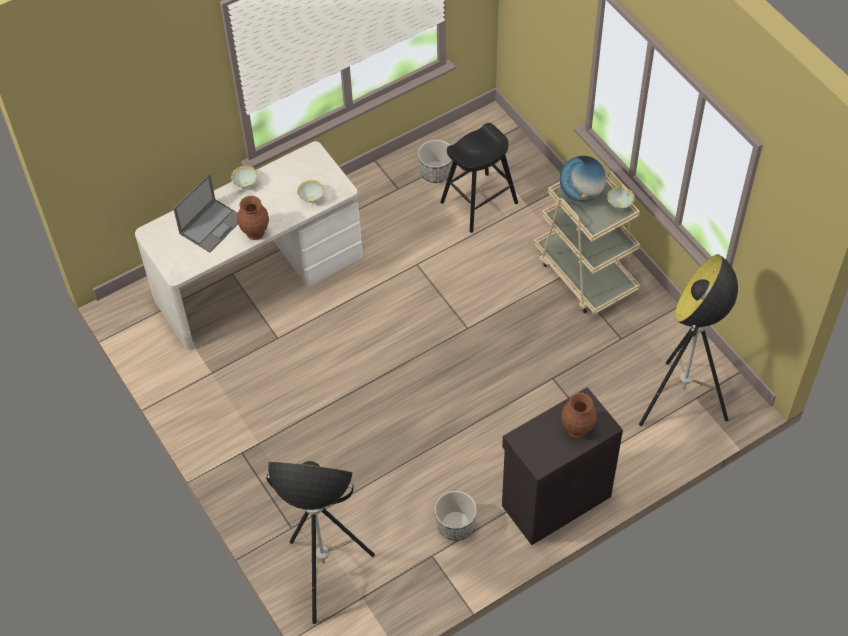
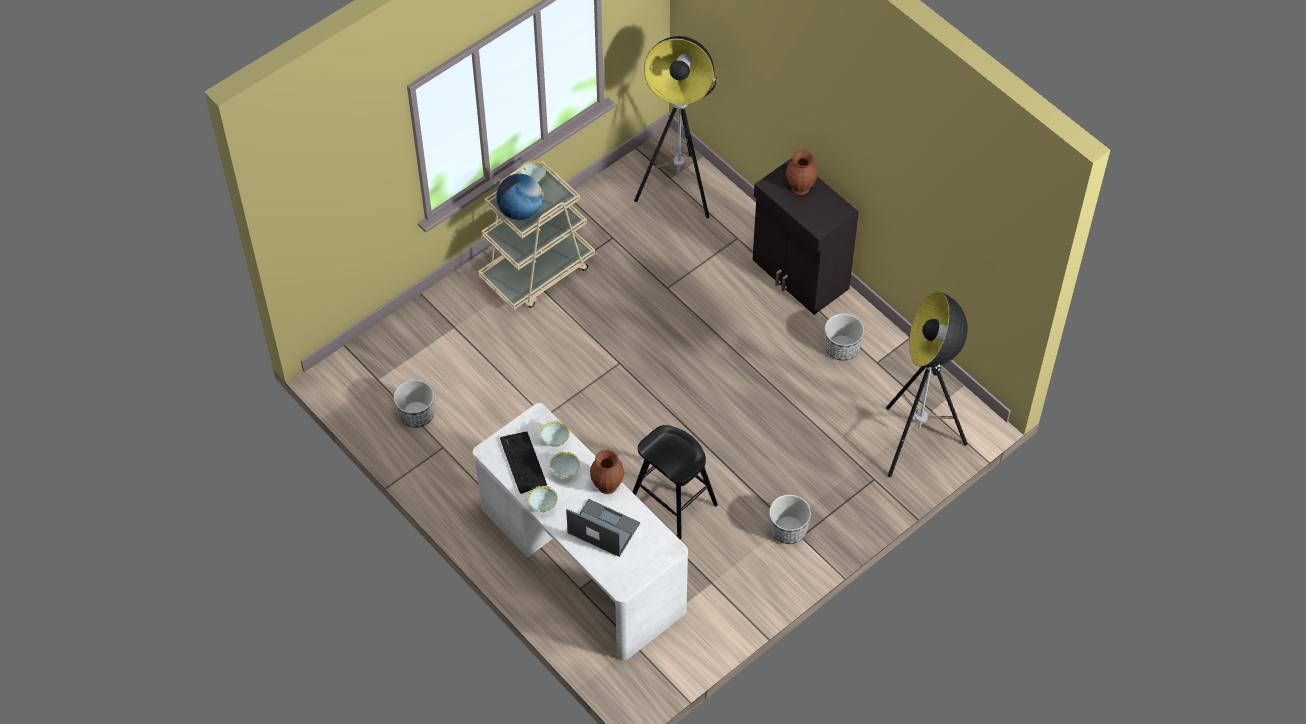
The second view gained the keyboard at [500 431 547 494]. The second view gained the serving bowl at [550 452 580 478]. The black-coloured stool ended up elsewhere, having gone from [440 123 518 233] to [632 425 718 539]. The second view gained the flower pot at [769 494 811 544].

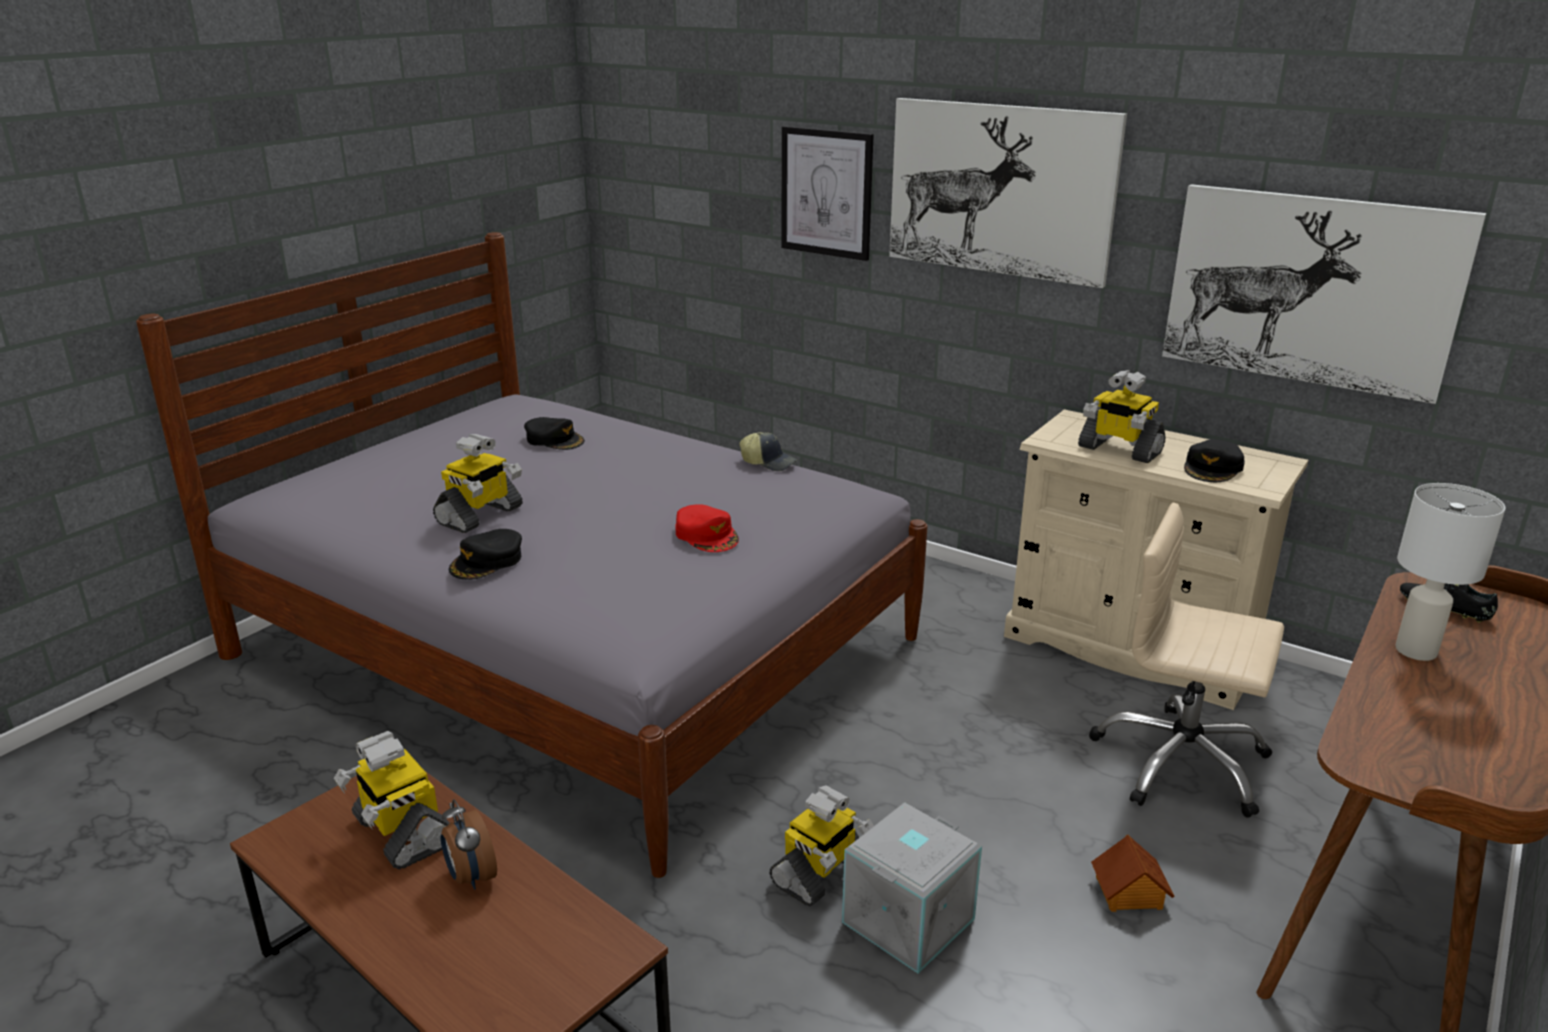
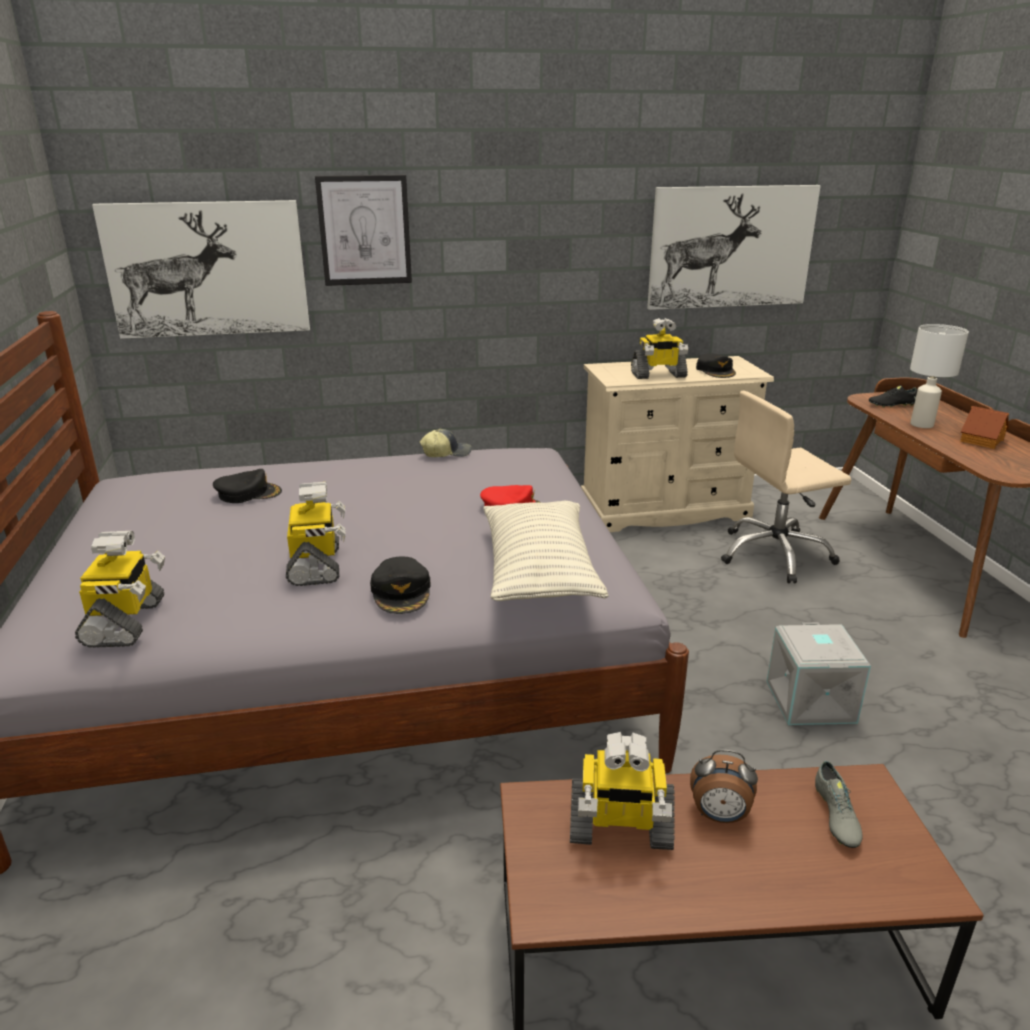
The toy robot ended up elsewhere, having gone from [769 785 874 907] to [75 531 165 648]. The wall art ended up elsewhere, having gone from [889 98 1127 288] to [92 200 310 339]. The second view gained the cushion at [483 501 608 601]. The second view gained the grey shoe at [815 761 863 848]. The toy house ended up elsewhere, having gone from [1091 834 1174 912] to [960 406 1009 449].

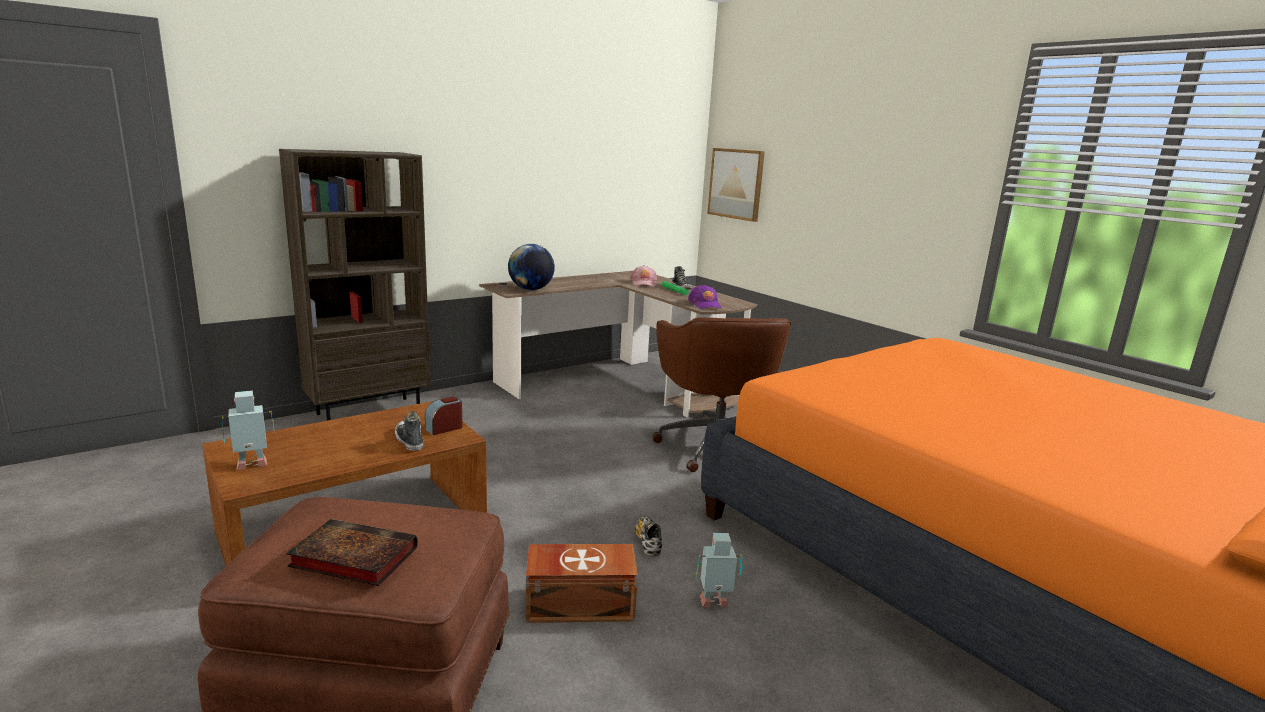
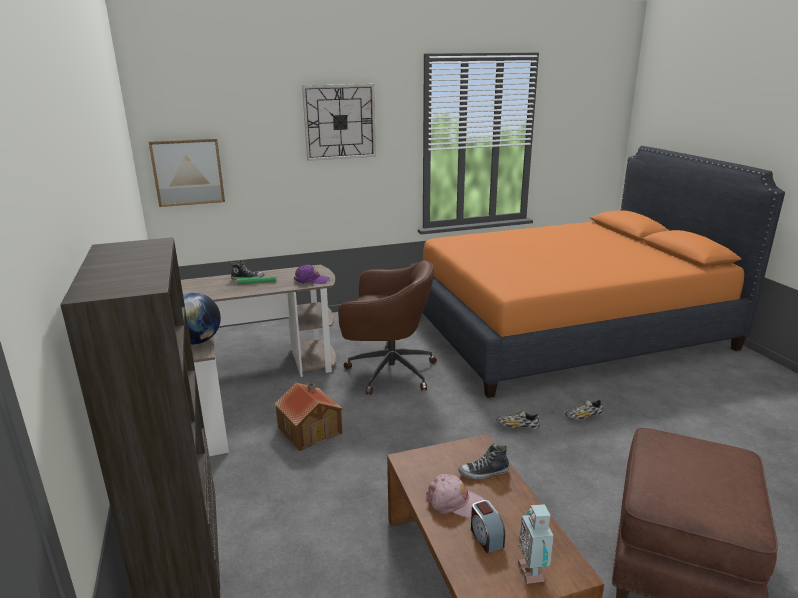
The second view gained the toy house at [275 383 342 451]. The second view gained the clock on the wall at [302 84 376 161]. The pink peaked cap ended up elsewhere, having gone from [630 265 657 286] to [426 474 484 518]. The alarm clock ended up elsewhere, having gone from [425 396 463 435] to [471 500 505 553]. Where the toy robot stood at [696 533 743 607], the shoe came to stand at [565 400 604 420]. The second view lost the bound book at [286 519 418 586]. The second view lost the brownish storage container at [526 544 638 623].

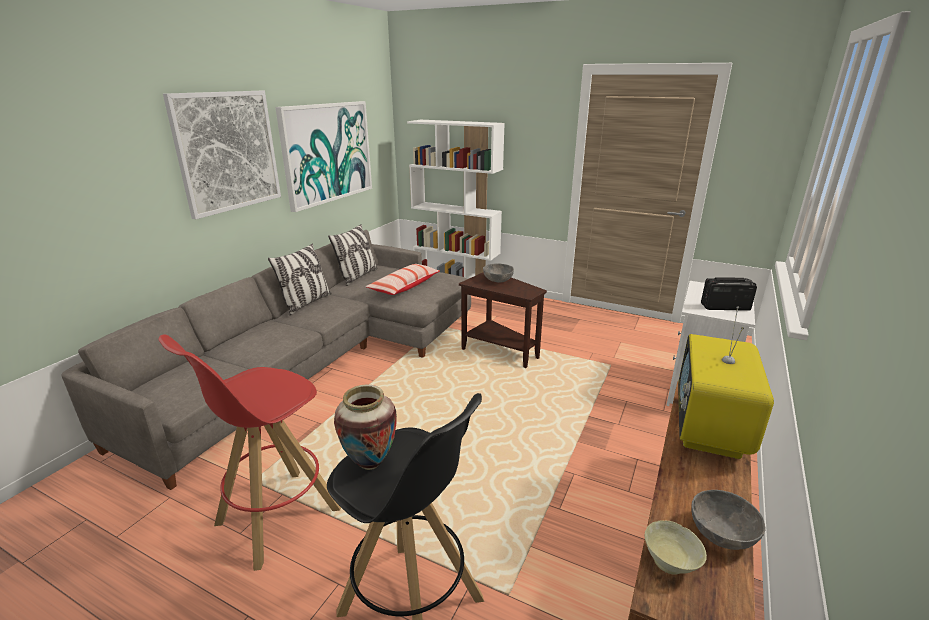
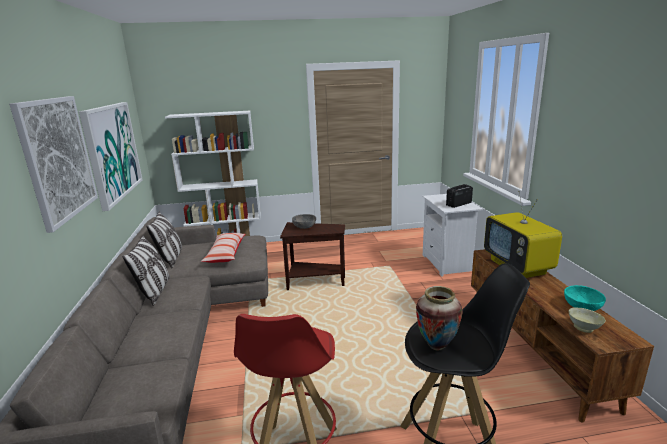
What was the grey serving bowl at [691 490 765 550] turned into the turquoise-coloured serving bowl at [564 285 606 311].

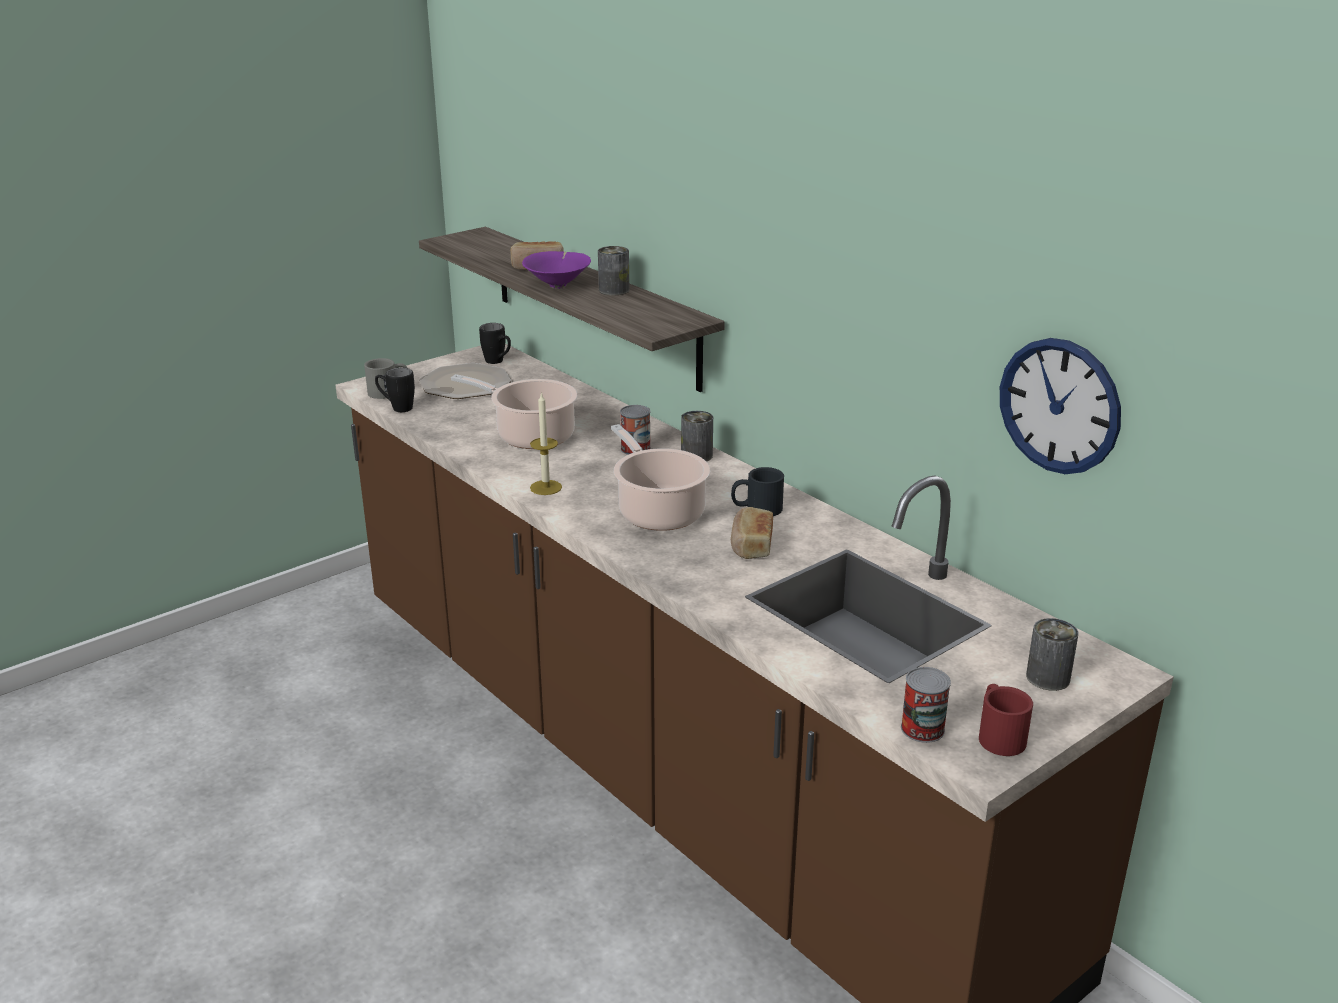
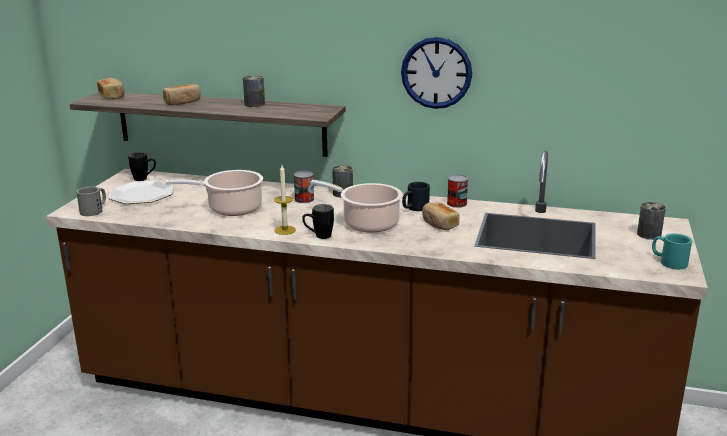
The second view gained the baked bread at [97 78 124 99]. The black-coloured coffee mug ended up elsewhere, having gone from [375 368 415 412] to [302 204 334 239]. The clock on the wall ended up elsewhere, having gone from [1000 338 1121 474] to [401 37 472 109]. The sealed can ended up elsewhere, having gone from [901 667 951 743] to [447 174 468 208]. What was the red coffee mug at [979 684 1033 756] turned into the turquoise-coloured coffee mug at [652 233 692 269]. The second view lost the purplish serving bowl at [522 251 591 289].

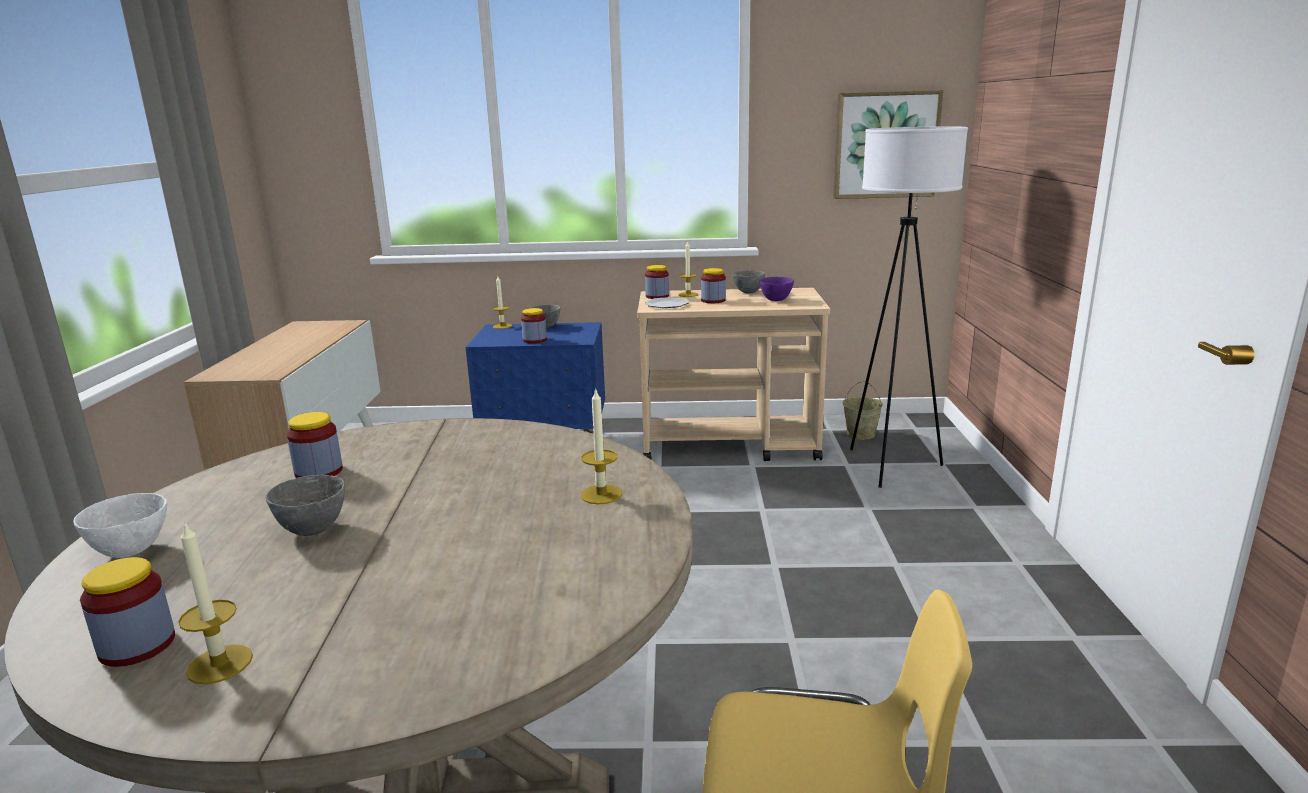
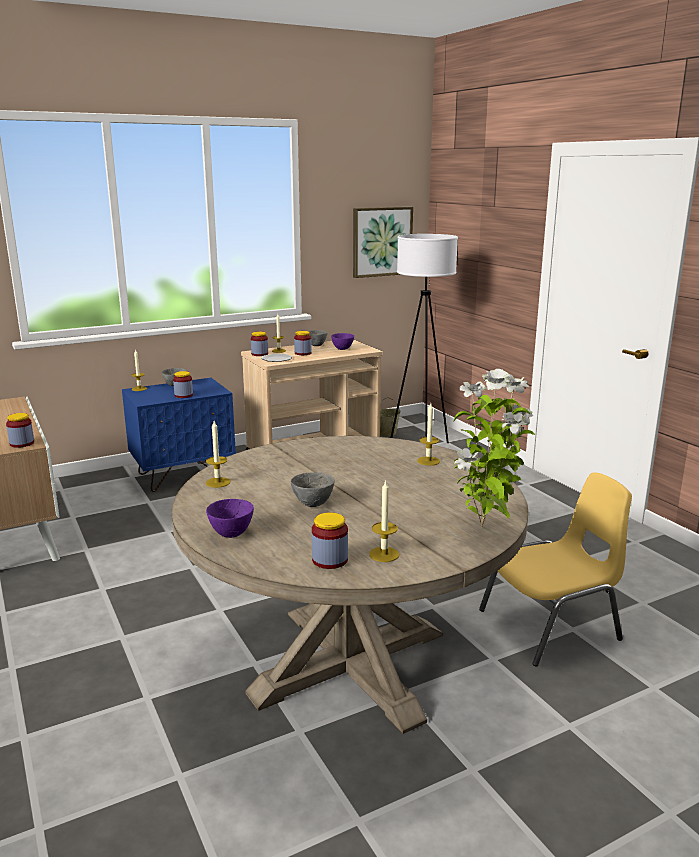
The jar ended up elsewhere, having gone from [287 412 343 478] to [6 413 34 448]. The second view gained the wax light at [206 421 230 488]. What was the whitish serving bowl at [73 493 167 558] turned into the purplish serving bowl at [206 499 254 538]. The second view gained the houseplant at [454 369 535 528].

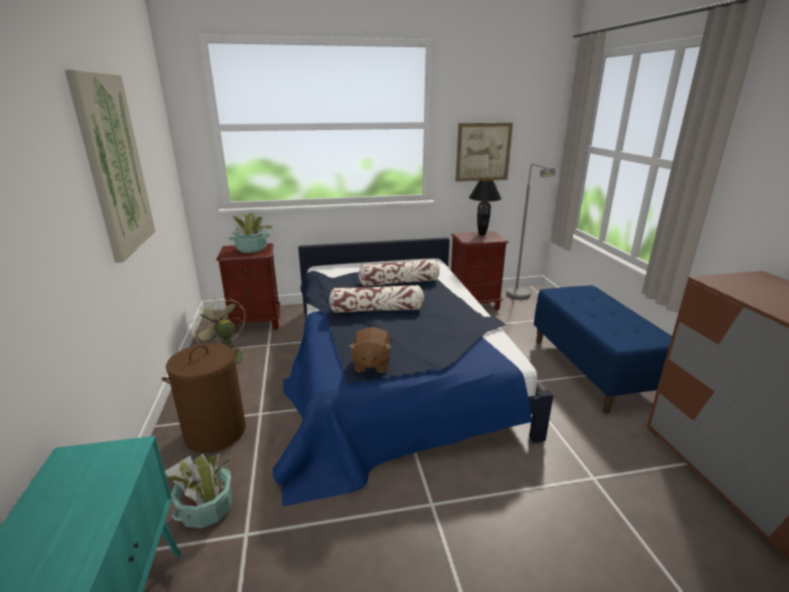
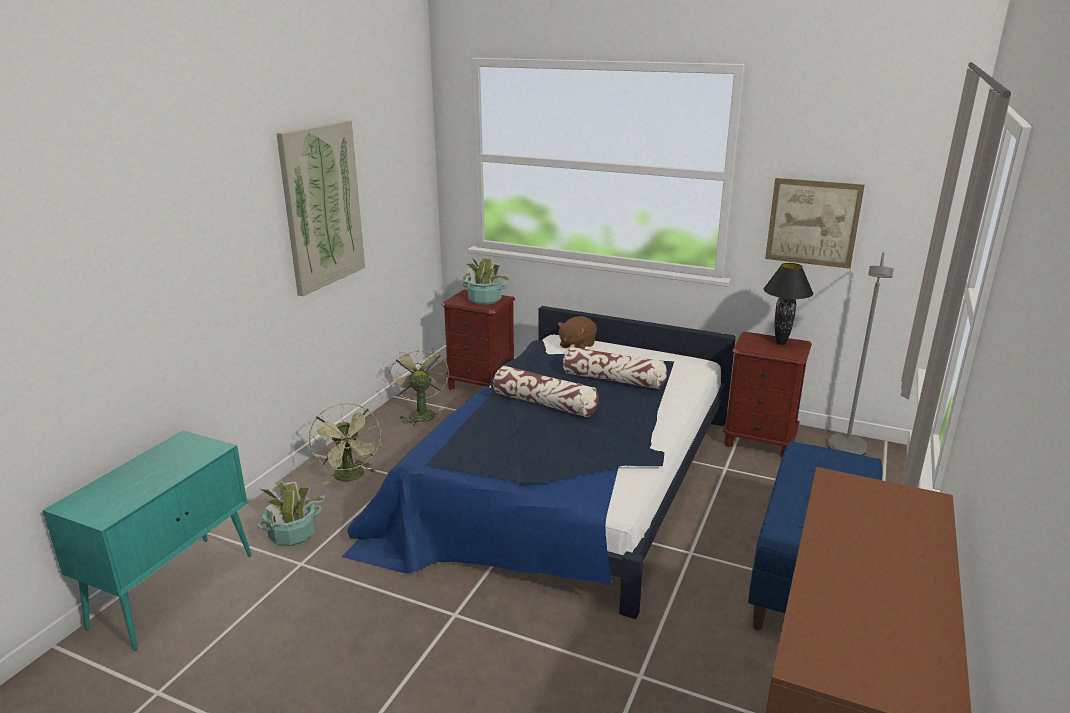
Where the brownish laundry basket stood at [162 343 246 452], the green electric fan came to stand at [309 403 381 485]. The brownish soft toy ended up elsewhere, having gone from [349 327 392 373] to [558 316 597 349].

